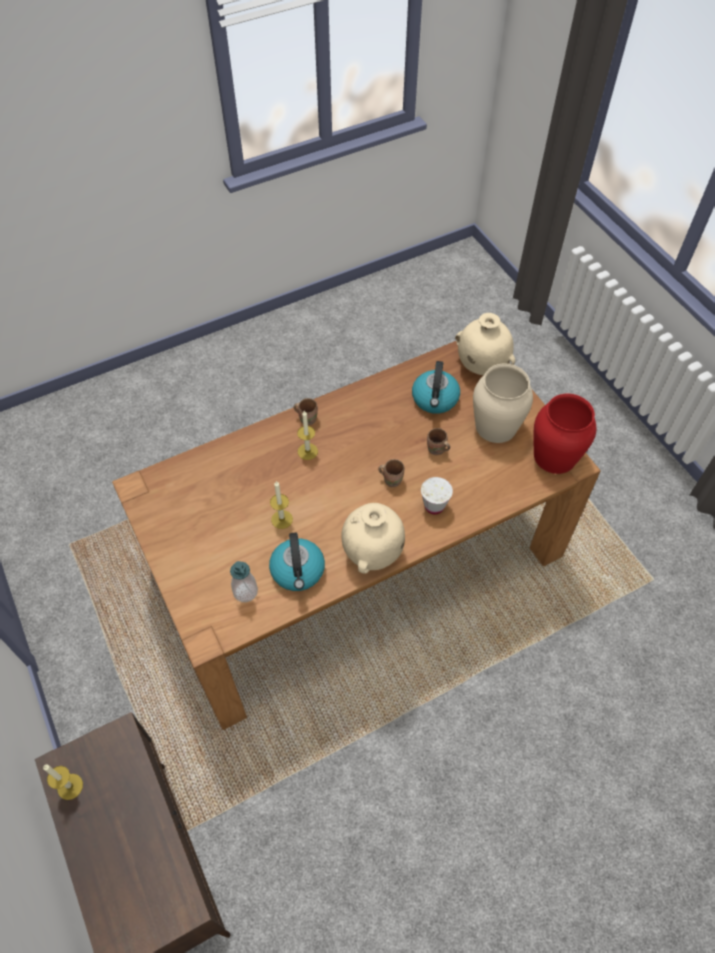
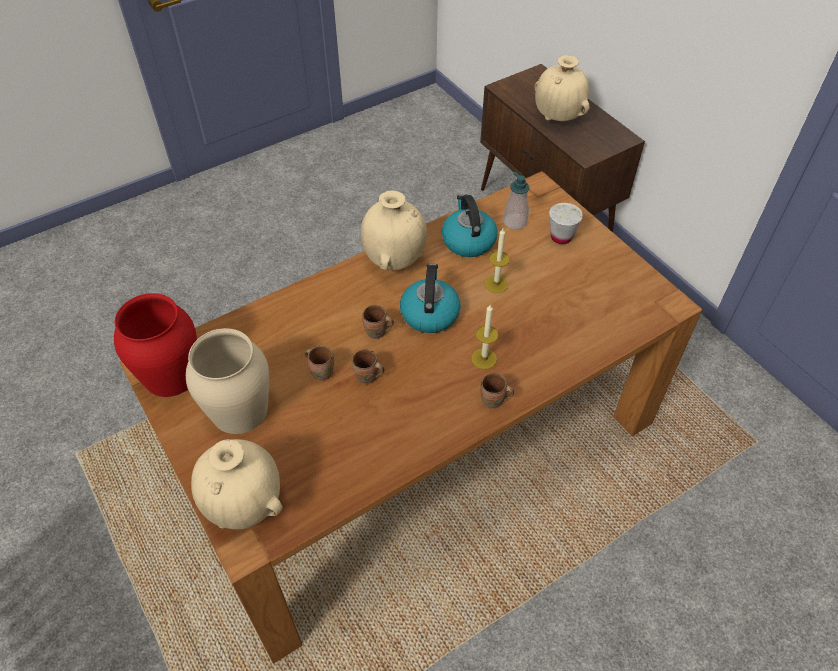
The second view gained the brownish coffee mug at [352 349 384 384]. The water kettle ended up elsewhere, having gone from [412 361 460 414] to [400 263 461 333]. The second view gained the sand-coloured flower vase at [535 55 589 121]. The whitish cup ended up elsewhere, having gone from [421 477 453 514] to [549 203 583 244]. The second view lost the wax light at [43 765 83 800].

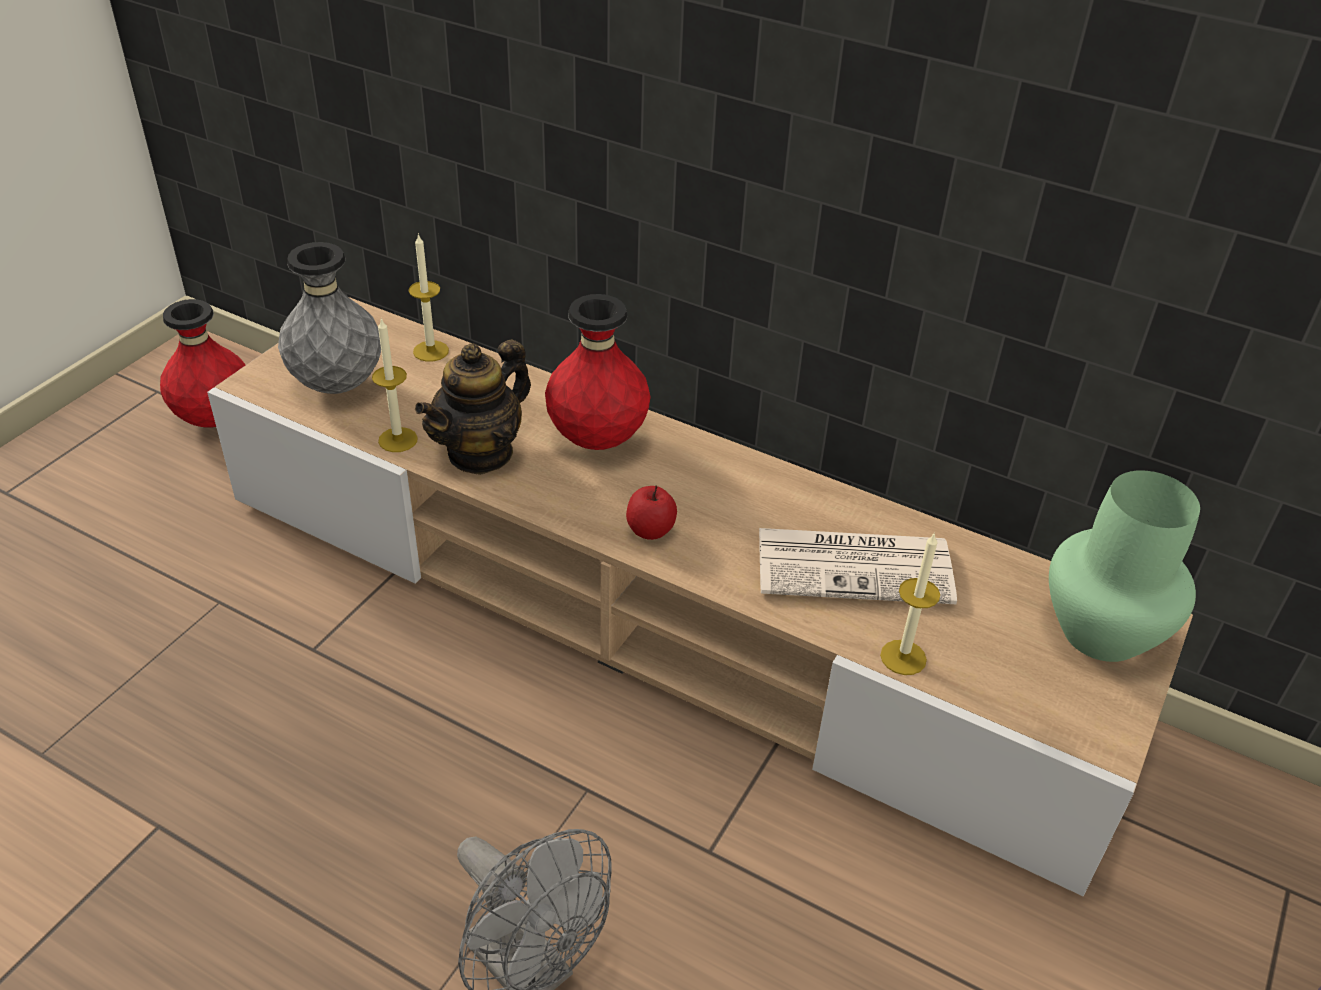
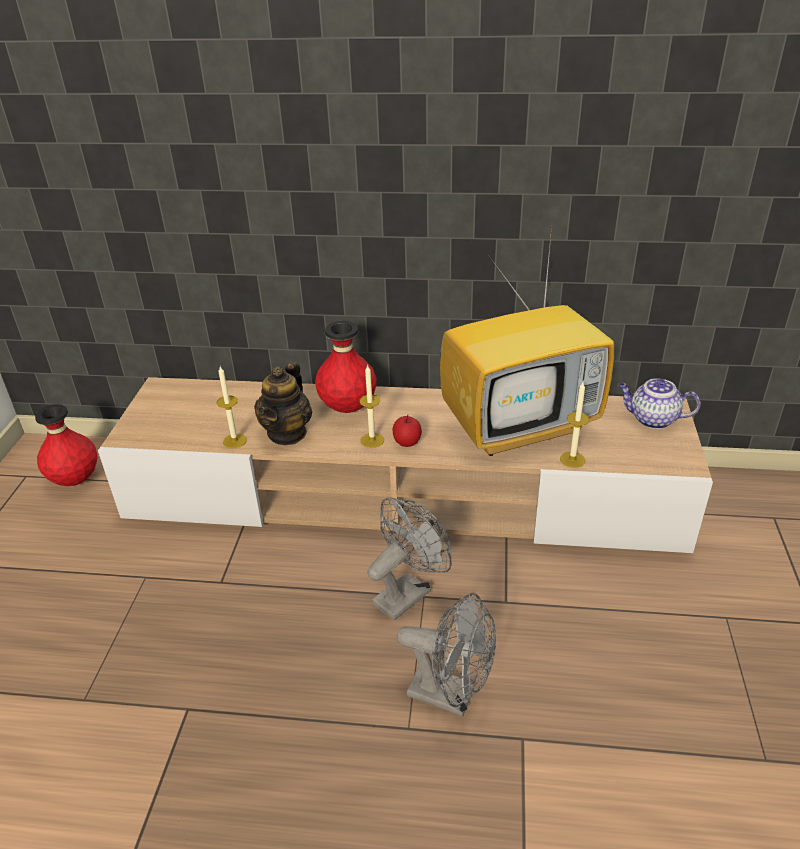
The wax light ended up elsewhere, having gone from [409 233 449 362] to [359 364 384 448]. The second view gained the grey electric fan at [367 498 452 621]. Where the newspaper stood at [759 528 957 604], the television came to stand at [440 227 614 456]. Where the green flower vase stood at [1049 470 1200 662], the teapot came to stand at [618 378 701 429]. The second view lost the grey flower vase at [278 242 381 394].

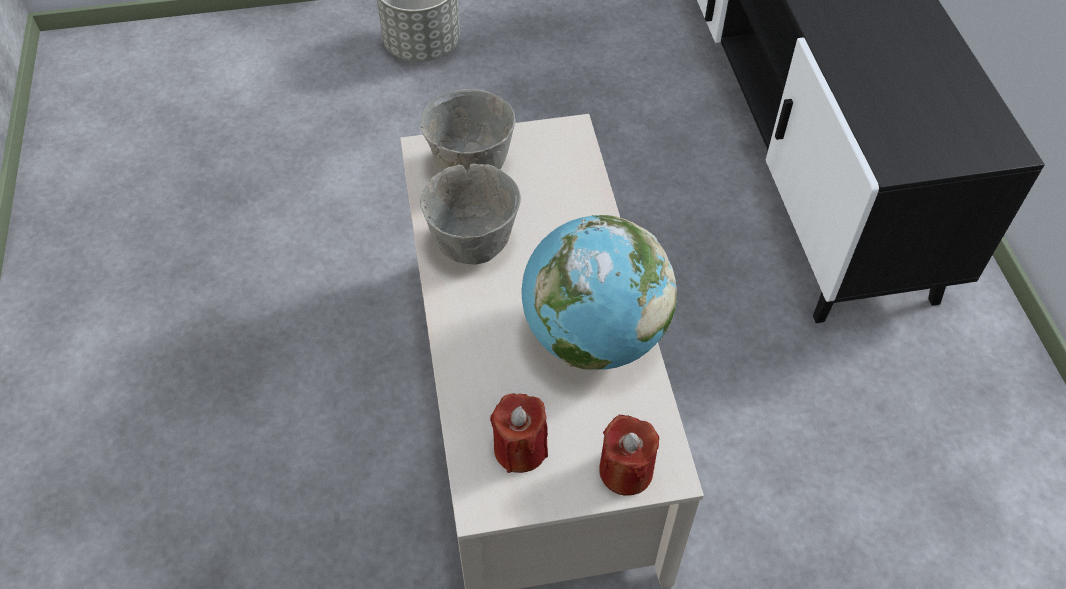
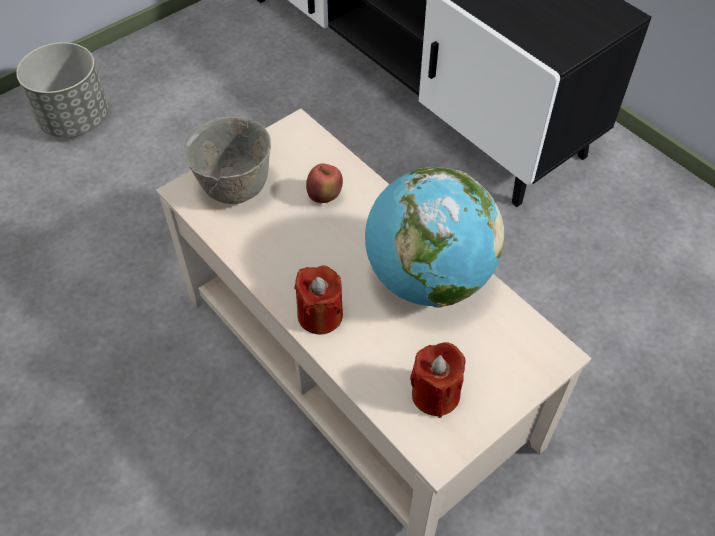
The red wax light ended up elsewhere, having gone from [599 415 659 496] to [294 265 343 334]. The second view gained the whole apple at [306 163 343 203]. The second view lost the grey serving bowl at [420 164 521 264].

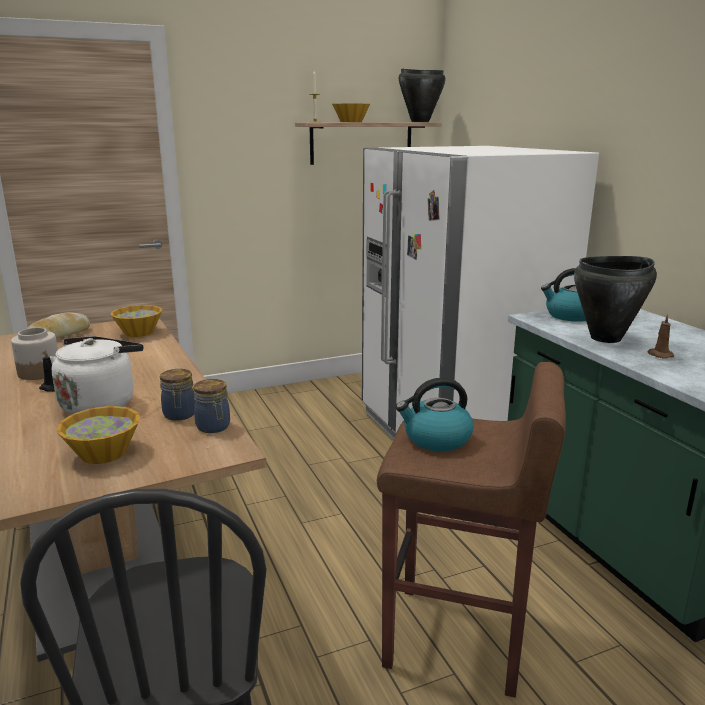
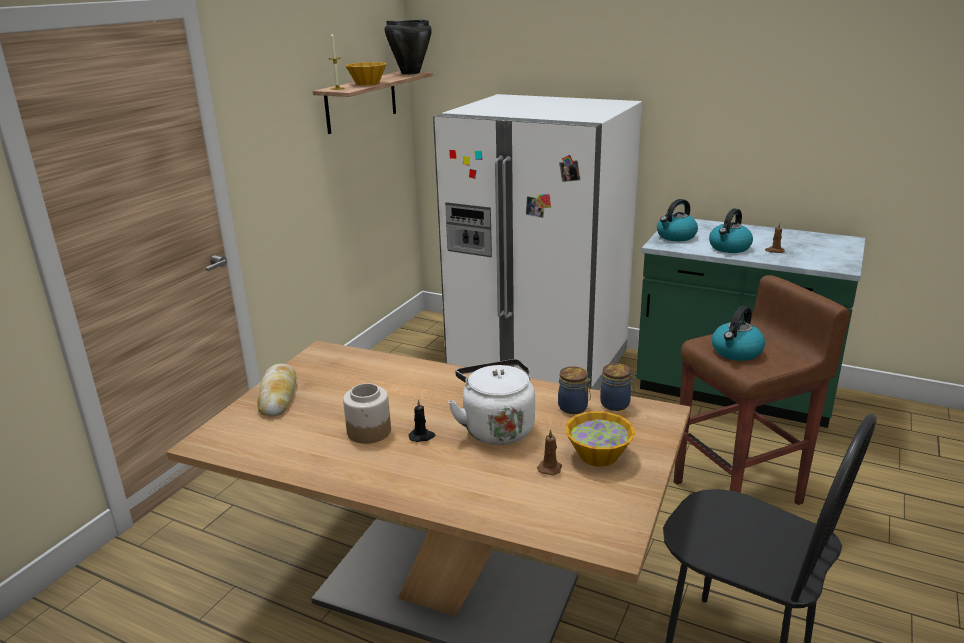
The second view gained the brownish wax light at [537 429 562 476]. Where the black-coloured stockpot stood at [574 256 657 343], the water kettle came to stand at [709 208 753 253]. The second view lost the serving bowl at [111 305 162 337].

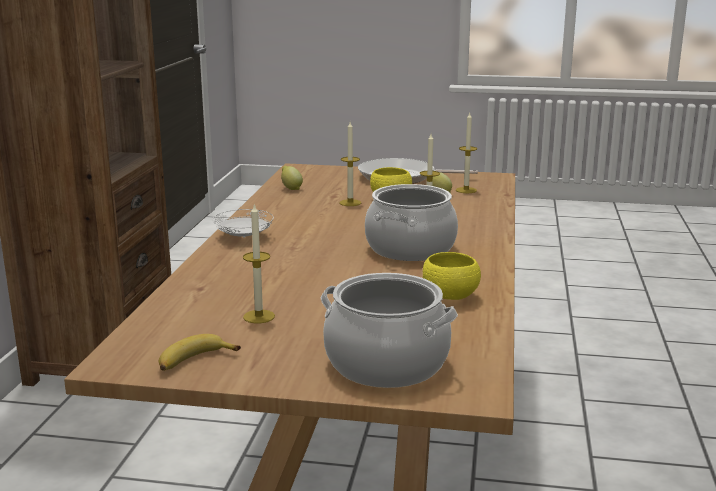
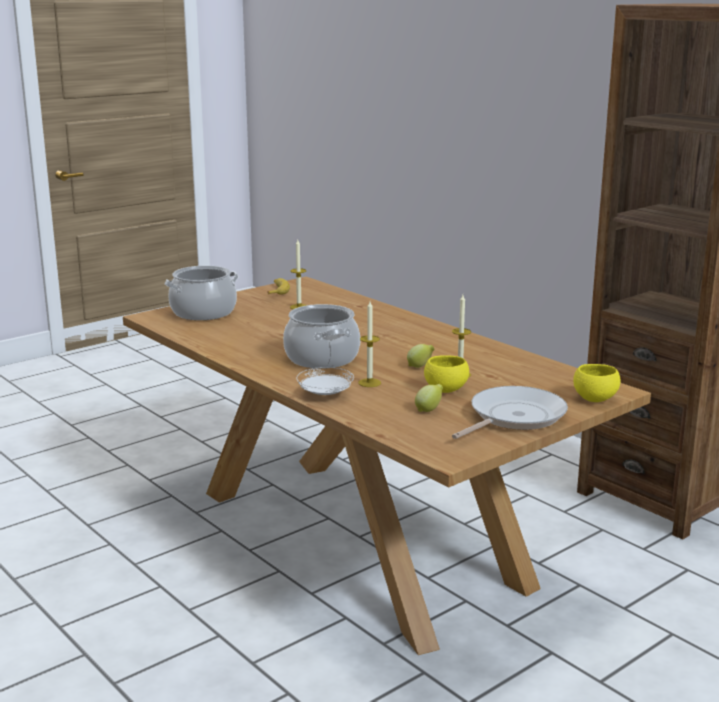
The whitish plate ended up elsewhere, having gone from [212 209 274 238] to [296 367 354 395]. The whole lemon ended up elsewhere, having gone from [281 166 303 190] to [407 344 434 368]. The yellow serving bowl ended up elsewhere, having gone from [423 252 481 300] to [573 364 620 402]. The second view lost the wax light at [456 113 477 193].

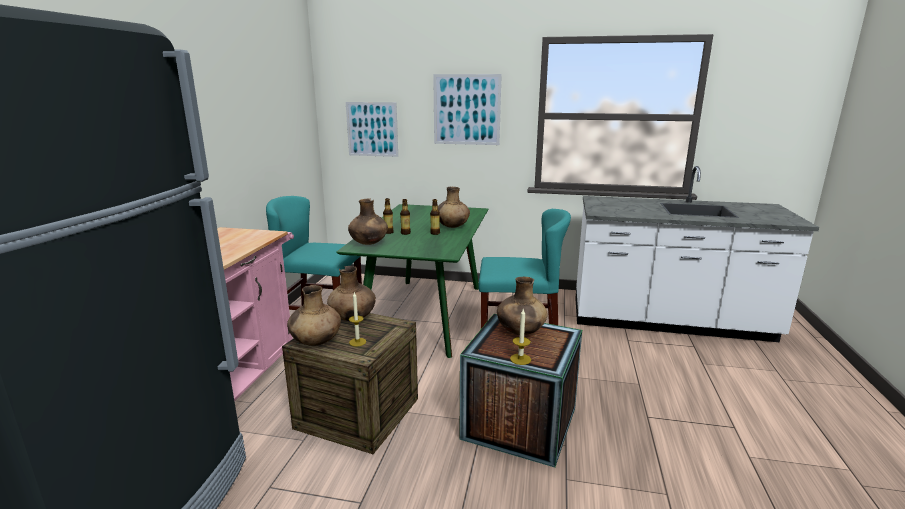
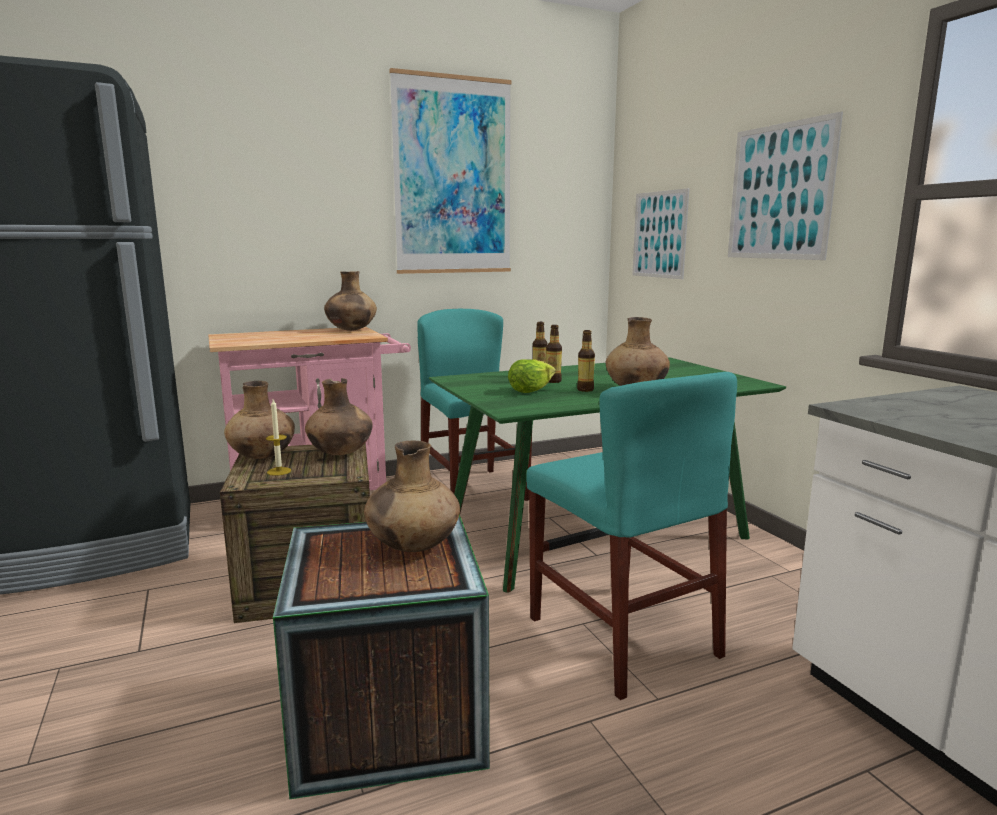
The brownish flower vase ended up elsewhere, having gone from [348 199 388 245] to [324 271 377 331]. The second view gained the wall art at [389 68 511 274]. The second view gained the lettuce at [508 359 556 393]. The second view lost the wax light at [510 309 531 365].

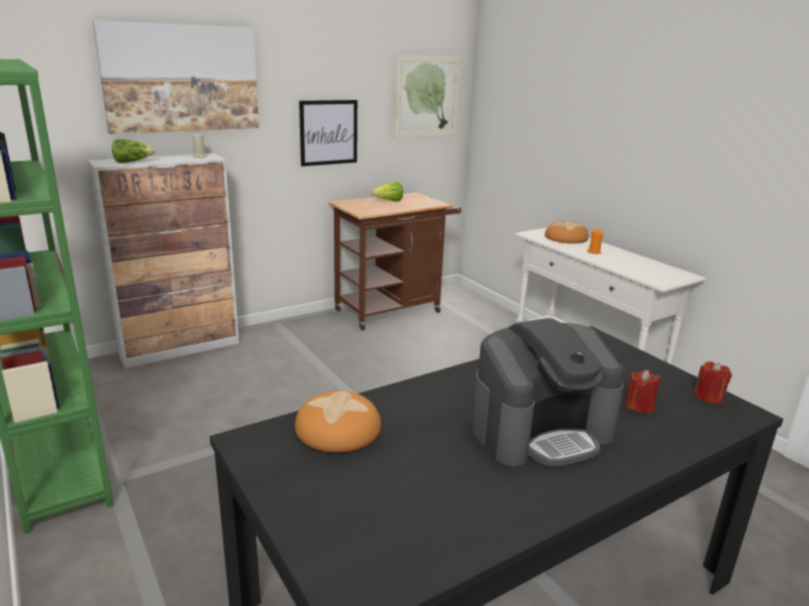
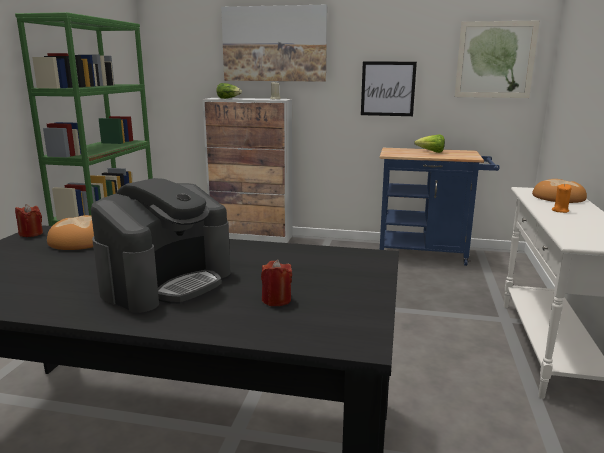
The red wax light ended up elsewhere, having gone from [694 361 732 404] to [15 204 43 237]. The coffee brewer at [471 318 625 467] ended up facing another way, 75 degrees counterclockwise from before. What was the brownish wheeled cart at [329 192 461 330] turned into the blue-coloured wheeled cart at [380 148 500 266].

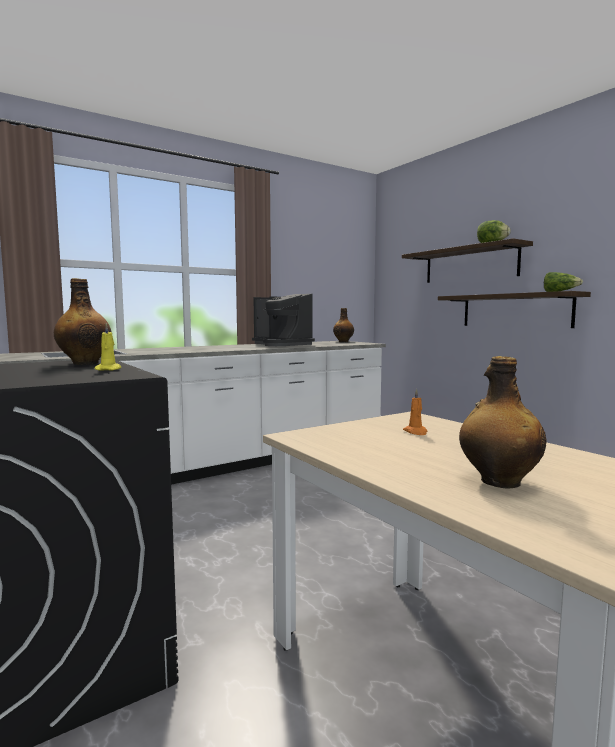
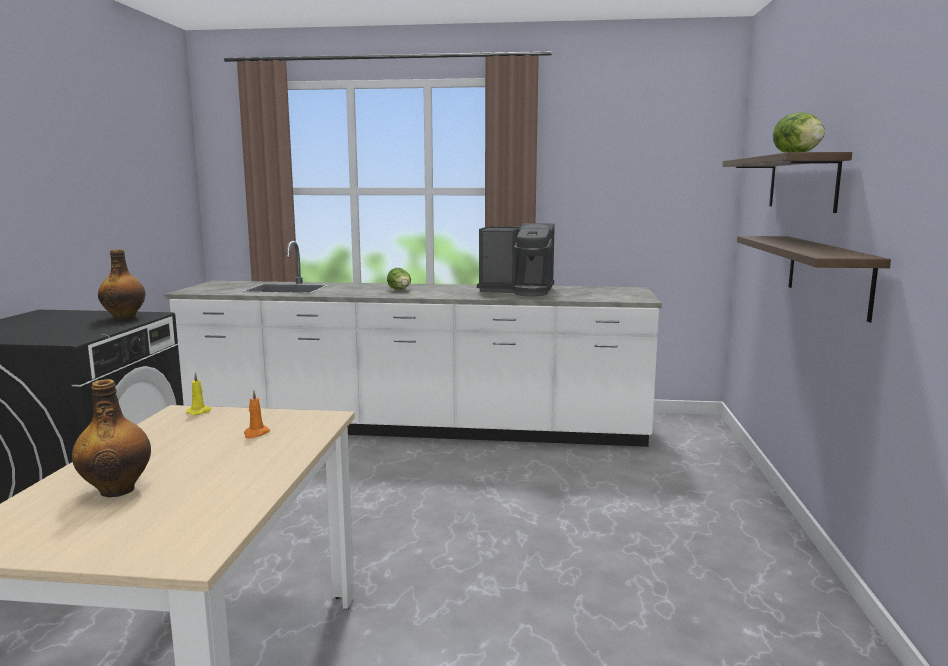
The yellow wax light ended up elsewhere, having gone from [94 323 121 371] to [186 372 211 415]. The lettuce ended up elsewhere, having gone from [544 272 583 292] to [387 268 411 289]. The coffee brewer at [252 294 315 346] ended up facing another way, 75 degrees counterclockwise from before. The second view lost the drink bottle at [333 308 354 342].

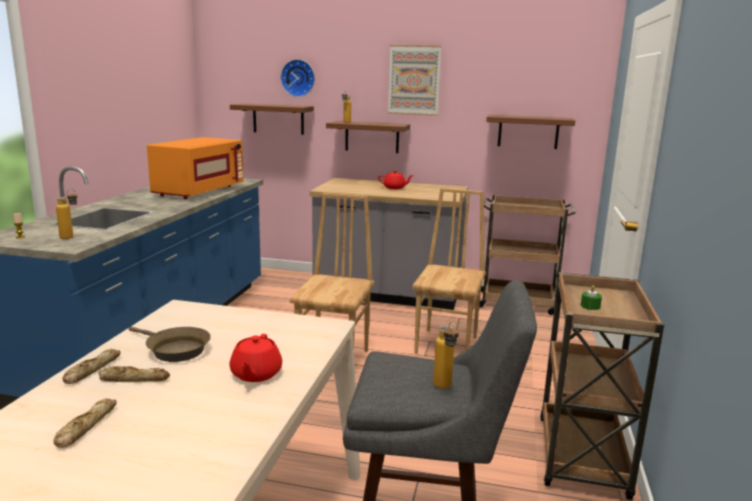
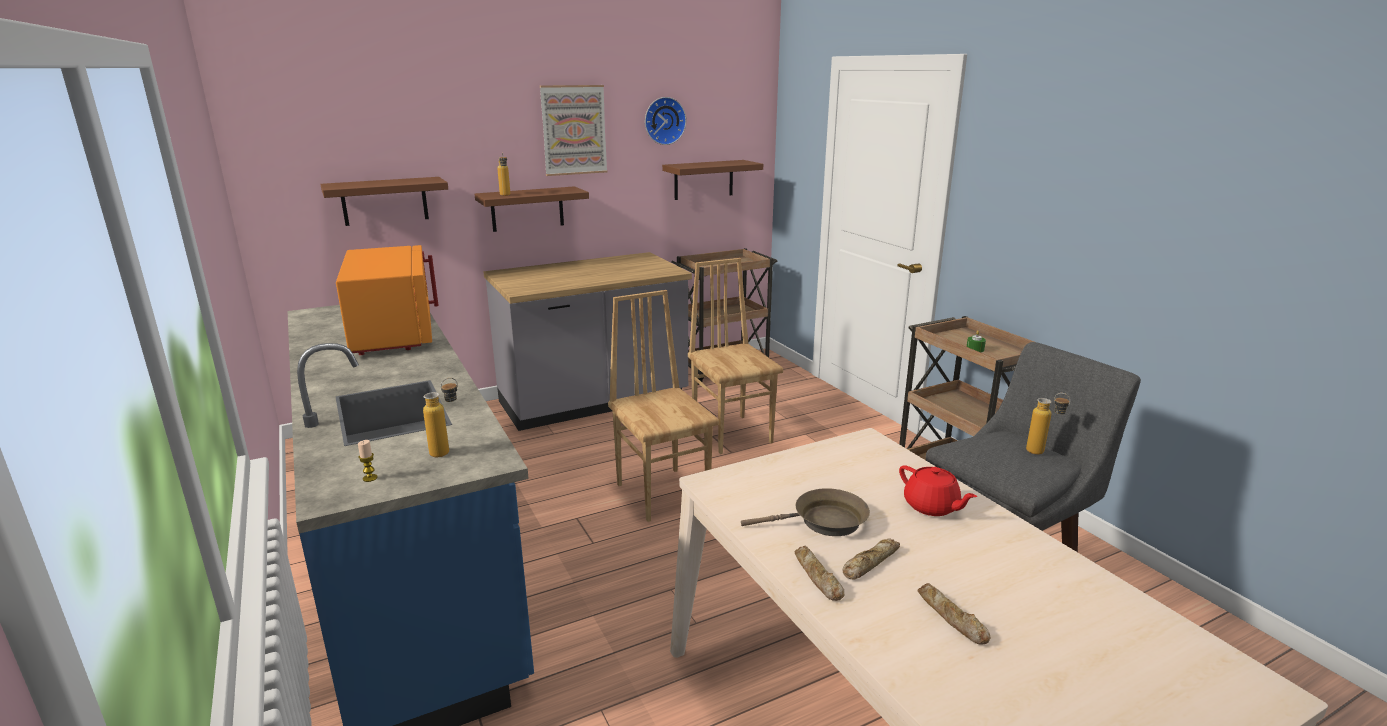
The clock on the wall ended up elsewhere, having gone from [280 59 315 97] to [645 97 686 145]. The second view lost the red teapot at [378 171 414 189].

